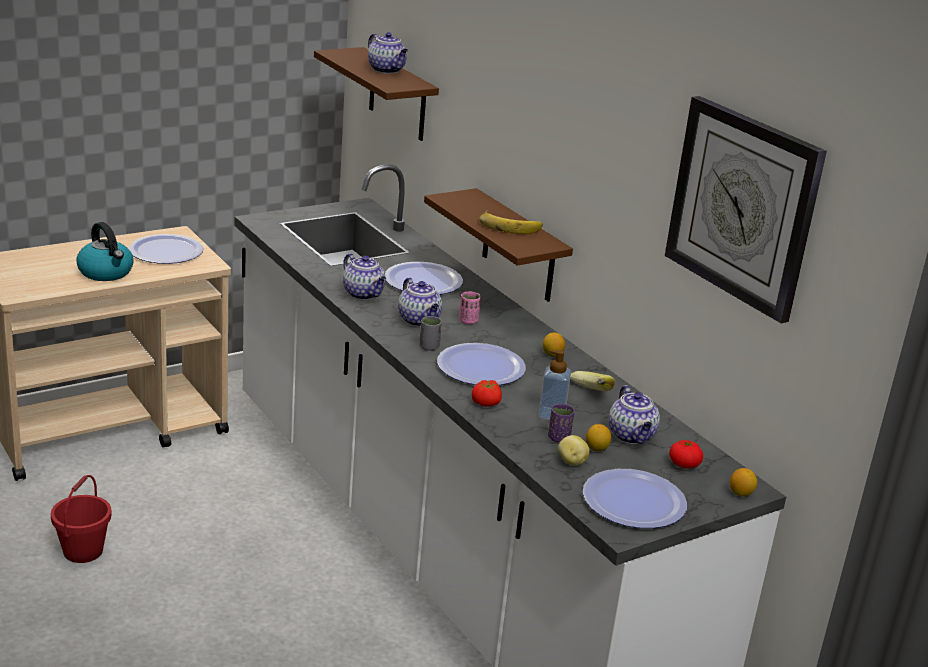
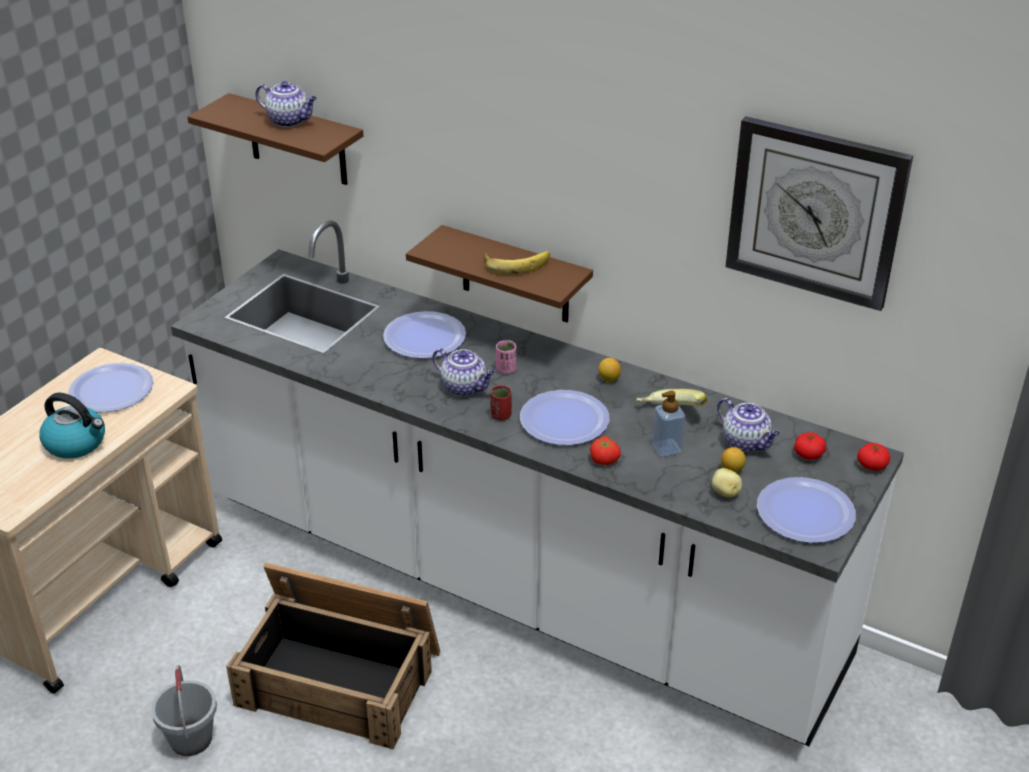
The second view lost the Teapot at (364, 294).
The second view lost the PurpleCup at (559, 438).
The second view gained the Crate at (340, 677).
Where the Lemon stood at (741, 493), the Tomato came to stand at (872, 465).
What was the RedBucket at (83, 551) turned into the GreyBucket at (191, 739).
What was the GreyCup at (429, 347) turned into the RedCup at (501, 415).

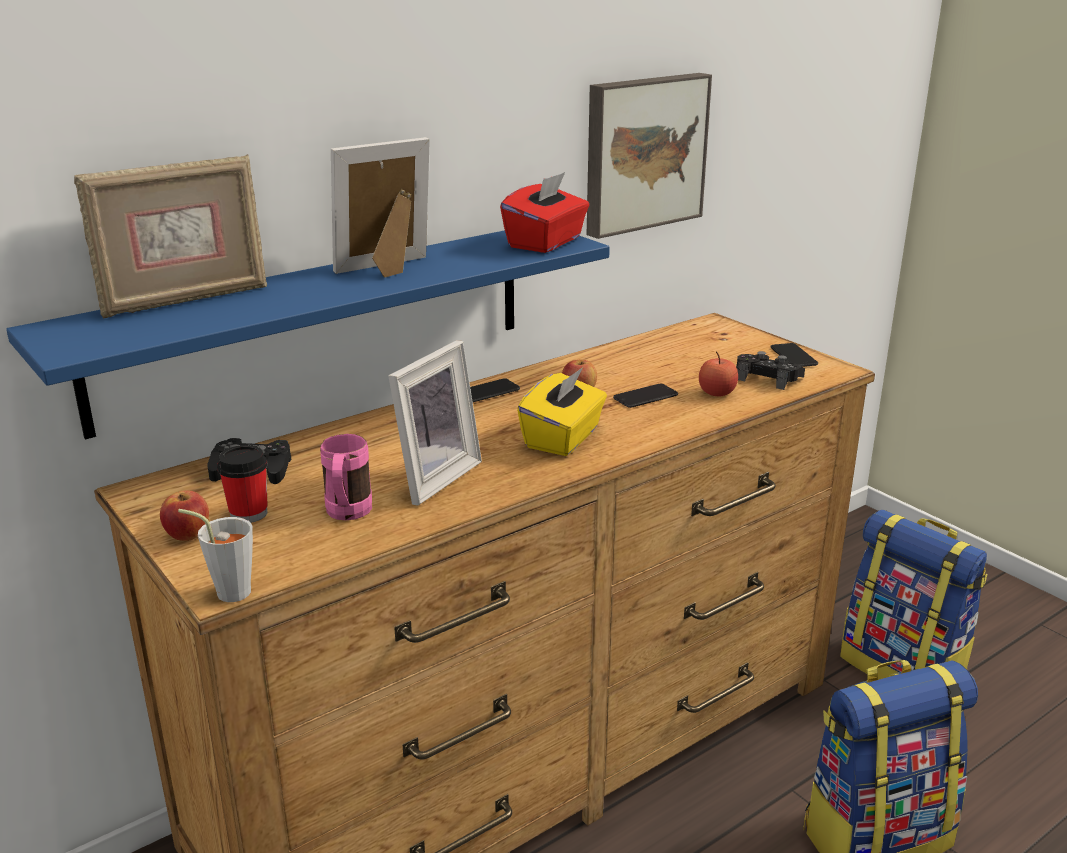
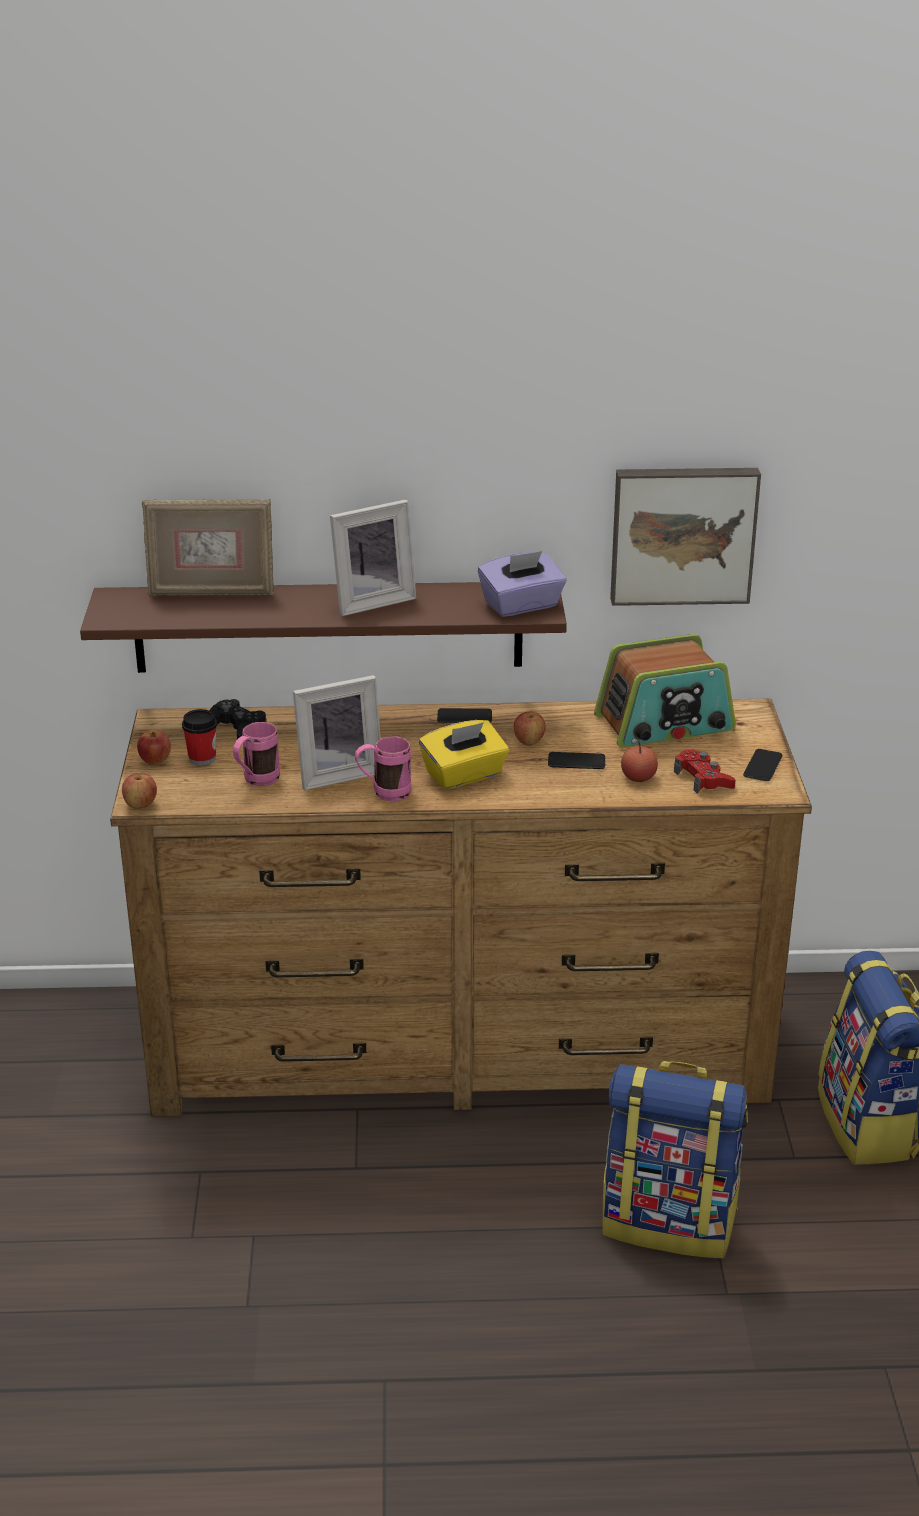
The second view gained the PinkMug at (383, 793).
The second view gained the Radio at (665, 724).
Where the GreyCup stood at (227, 591), the Apple came to stand at (140, 805).
What was the BlueShelf at (318, 323) turned into the BrownShelf at (328, 626).
What was the RedTissueBox at (546, 243) turned into the PurpleTissueBox at (522, 605).
What was the BlackGameController at (768, 378) turned into the RedGameController at (703, 779).
The PictureFrame at (389, 269) ended up facing another way, 150 degrees clockwise from before.

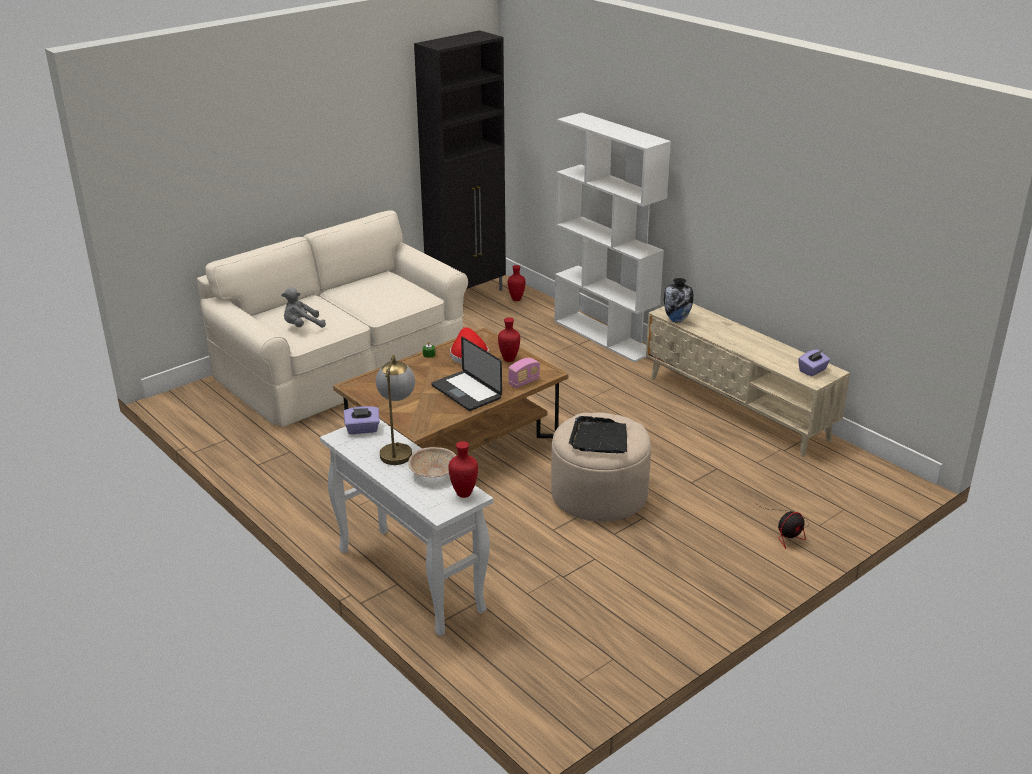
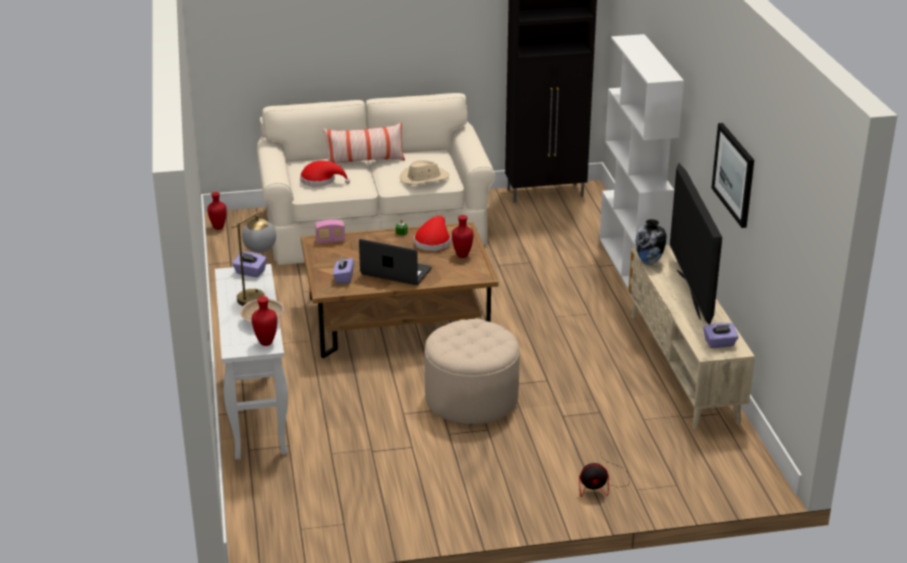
The second view lost the BlackTray at (599, 438).
The second view gained the Pillow at (365, 161).
The second view gained the PurpleTissueBox at (343, 278).
The second view gained the BeigeHat at (424, 178).
The second view gained the Television at (689, 294).
The second view gained the Picture at (734, 174).
The RedVase ended up elsewhere, having gone from (517, 299) to (219, 228).
The Radio ended up elsewhere, having gone from (524, 382) to (330, 241).
Where the GreyPlushToy stood at (302, 326), the RedHat came to stand at (321, 180).
The Laptop at (466, 392) ended up facing another way, 120 degrees clockwise from before.

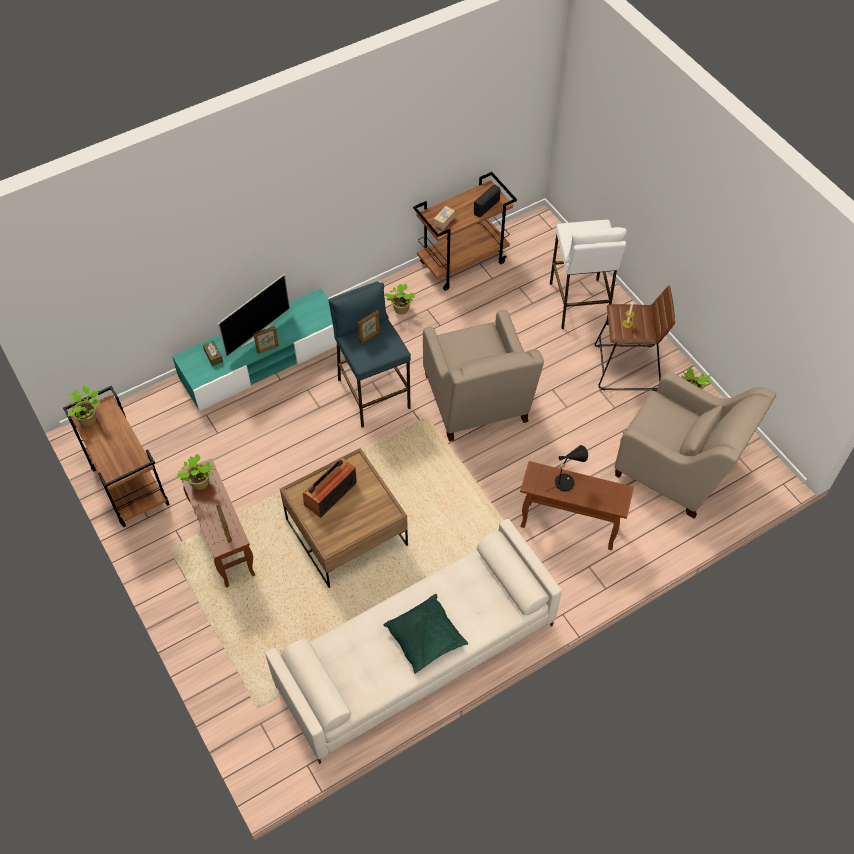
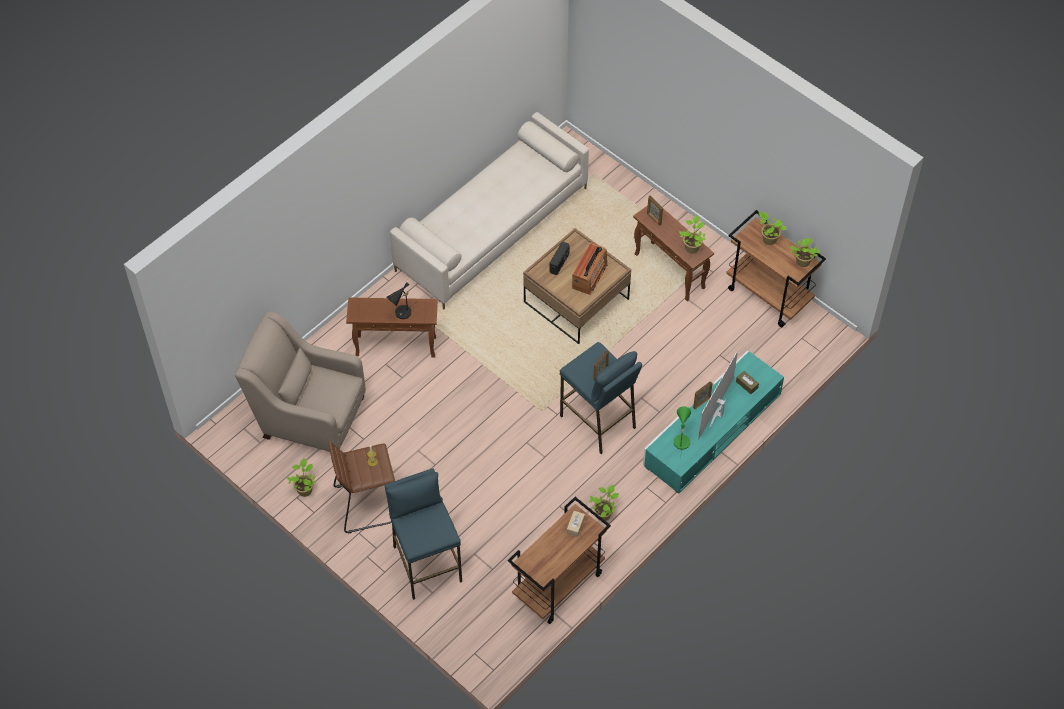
The second view lost the GreenPillow at (425, 638).
The second view lost the BeigeArmchair at (476, 401).
The second view gained the GreenTableLamp at (681, 440).
The second view gained the PottedPlant at (768, 239).
The Radio ended up elsewhere, having gone from (486, 207) to (559, 263).
What was the WhiteStool at (579, 304) turned into the BlueStool at (427, 563).

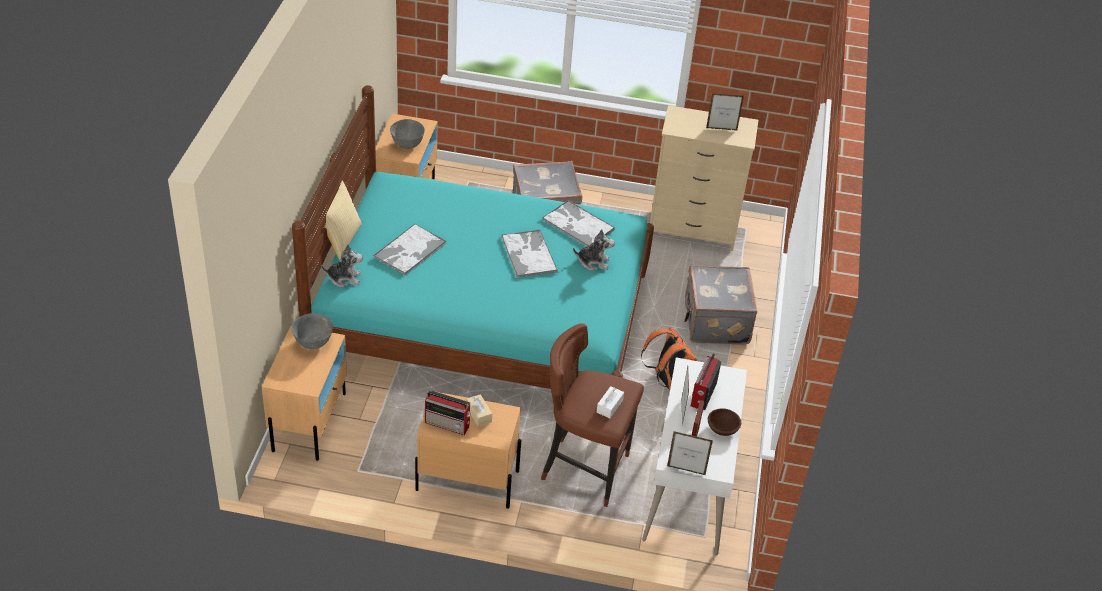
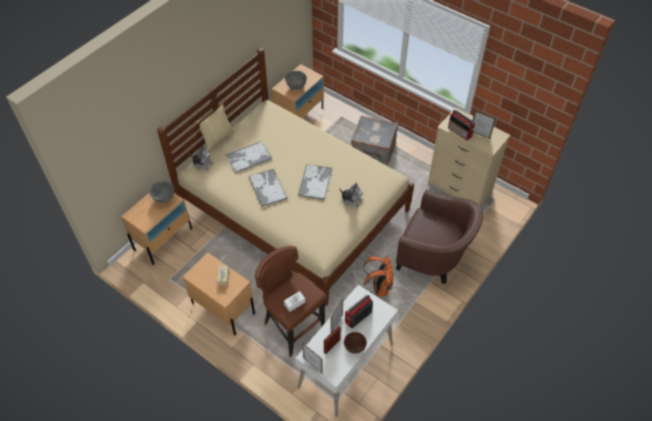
The Radio ended up elsewhere, having gone from (448, 424) to (460, 132).
The Tray ended up elsewhere, having gone from (577, 224) to (267, 187).
Where the GreySuitcase stood at (715, 322), the BrownArmchair came to stand at (434, 258).
What was the TurquoiseBed at (483, 322) turned into the BeigeBed at (294, 210).

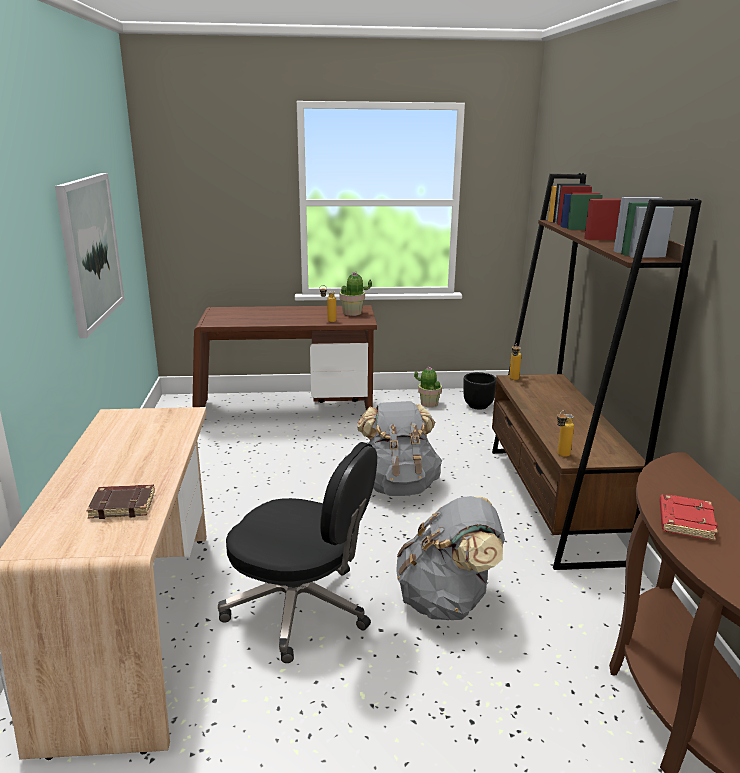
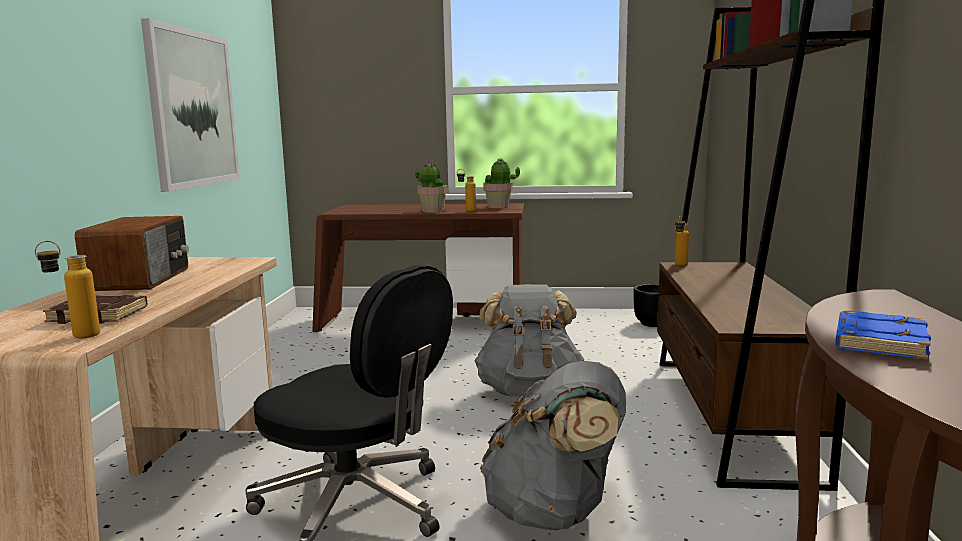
The second view gained the Radio at (141, 279).
The PottedPlant ended up elsewhere, having gone from (429, 403) to (432, 211).
The Bottle ended up elsewhere, having gone from (560, 456) to (75, 337).
What was the RedBook at (684, 521) turned into the BlueBook at (878, 342).

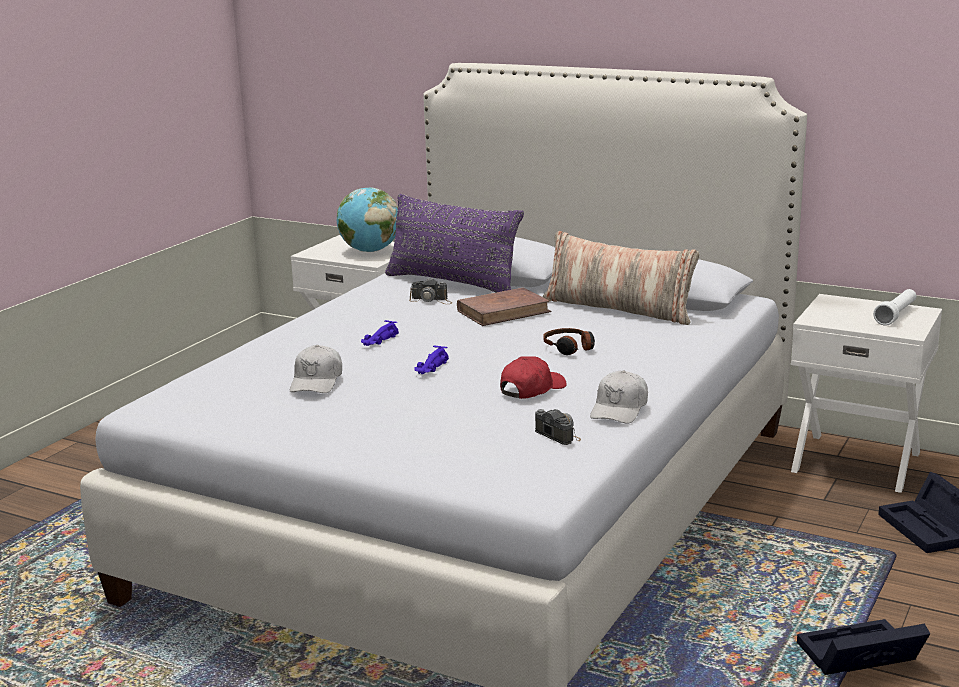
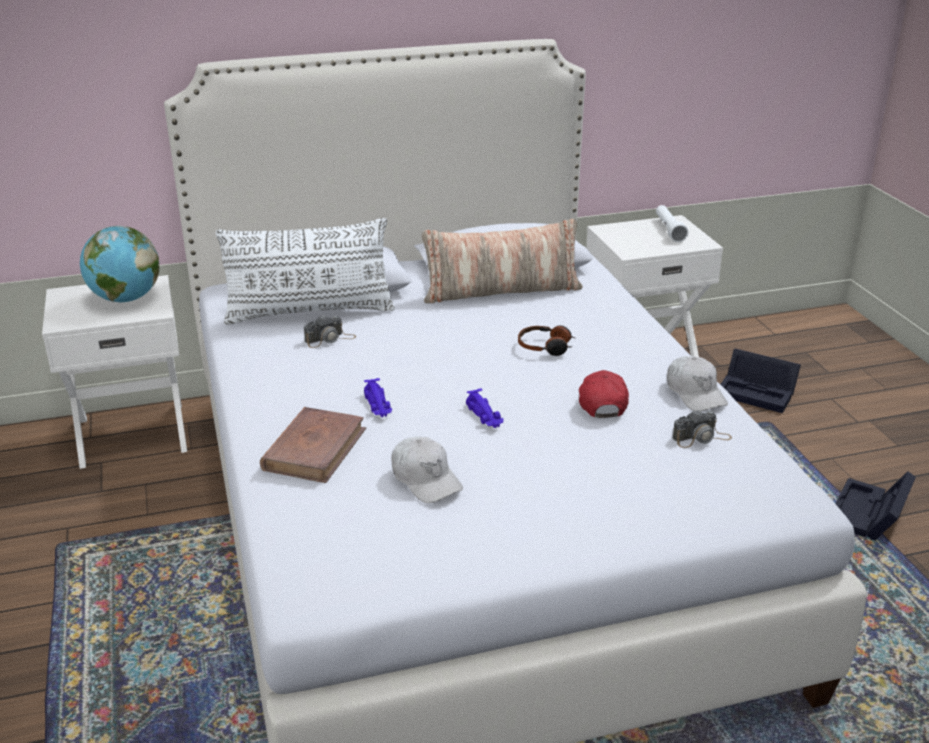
The BrownBook ended up elsewhere, having gone from (503, 312) to (314, 449).
What was the PurplePillow at (452, 283) turned into the WhitePillow at (310, 312).
The PhotoCamera at (556, 433) ended up facing another way, 150 degrees clockwise from before.

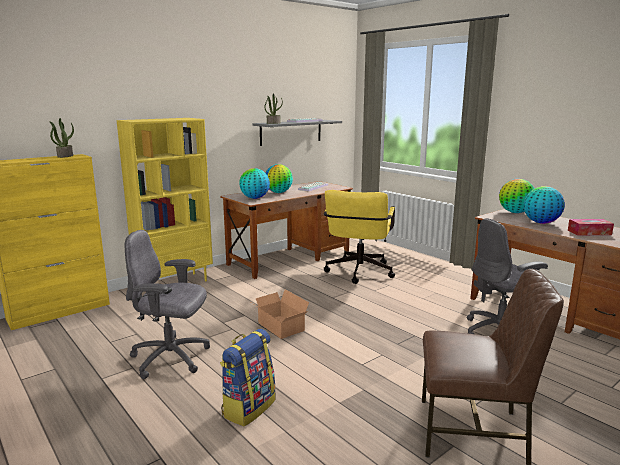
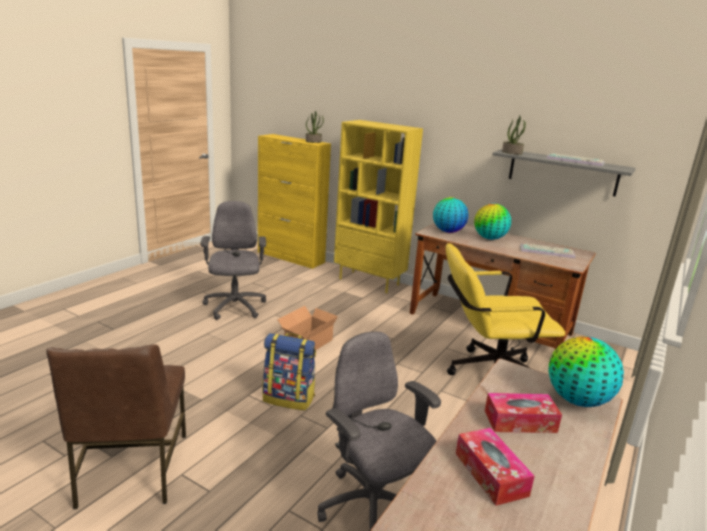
The Backpack ended up elsewhere, having gone from (248, 407) to (289, 398).
Where the Globe stood at (541, 222), the TissueBox came to stand at (520, 421).

